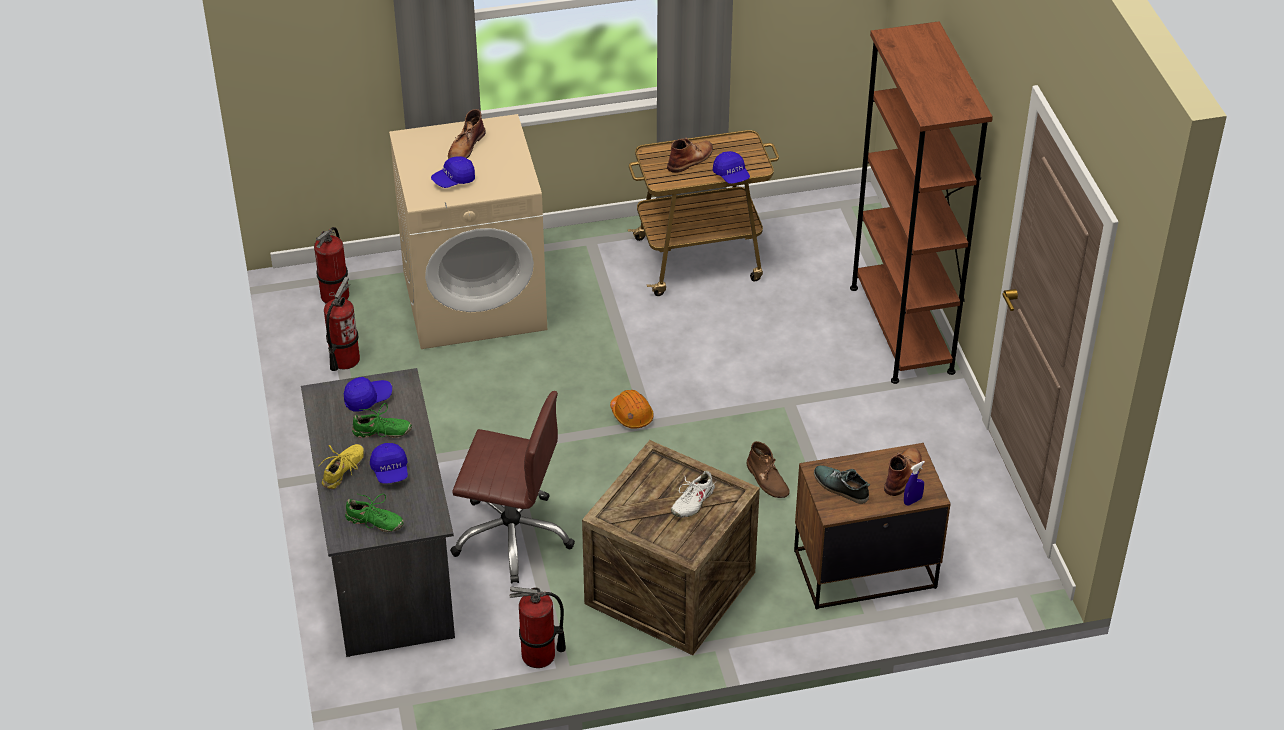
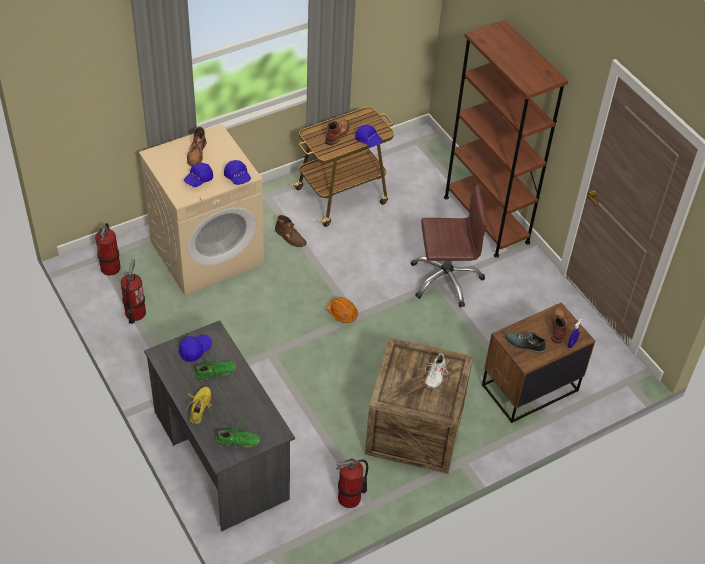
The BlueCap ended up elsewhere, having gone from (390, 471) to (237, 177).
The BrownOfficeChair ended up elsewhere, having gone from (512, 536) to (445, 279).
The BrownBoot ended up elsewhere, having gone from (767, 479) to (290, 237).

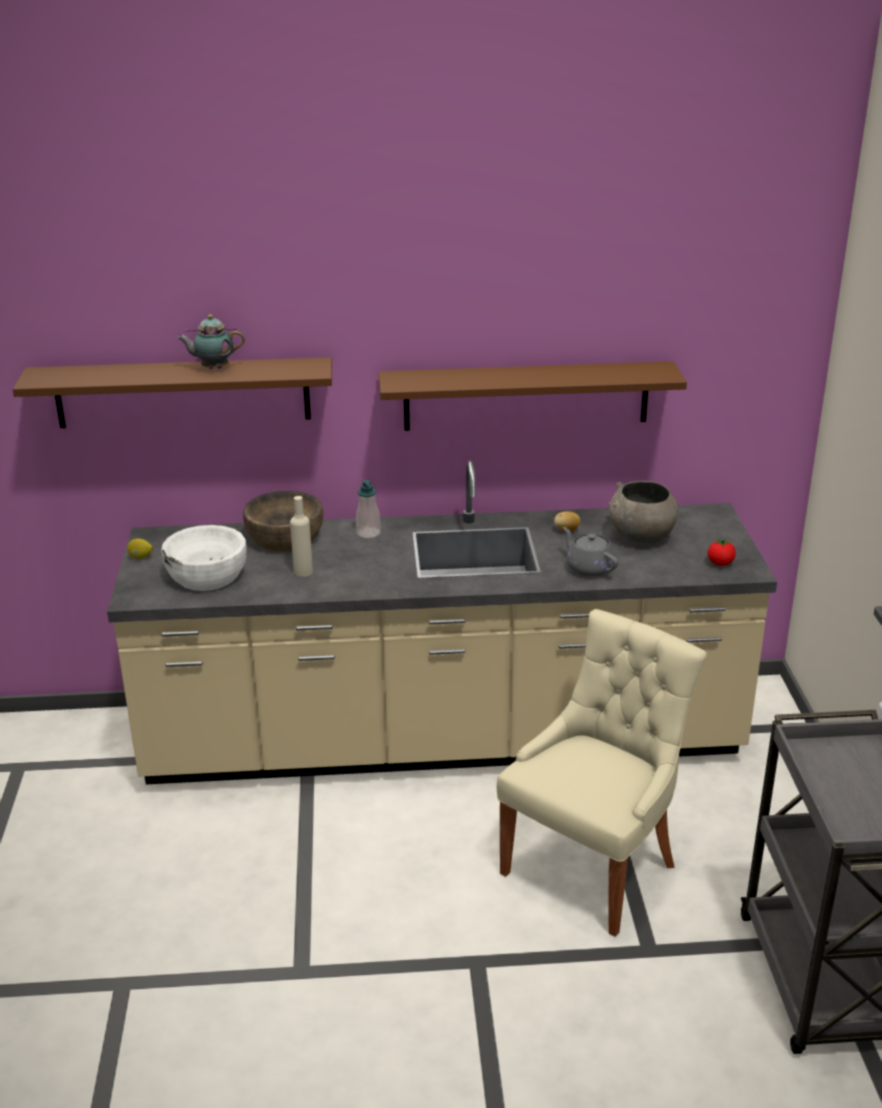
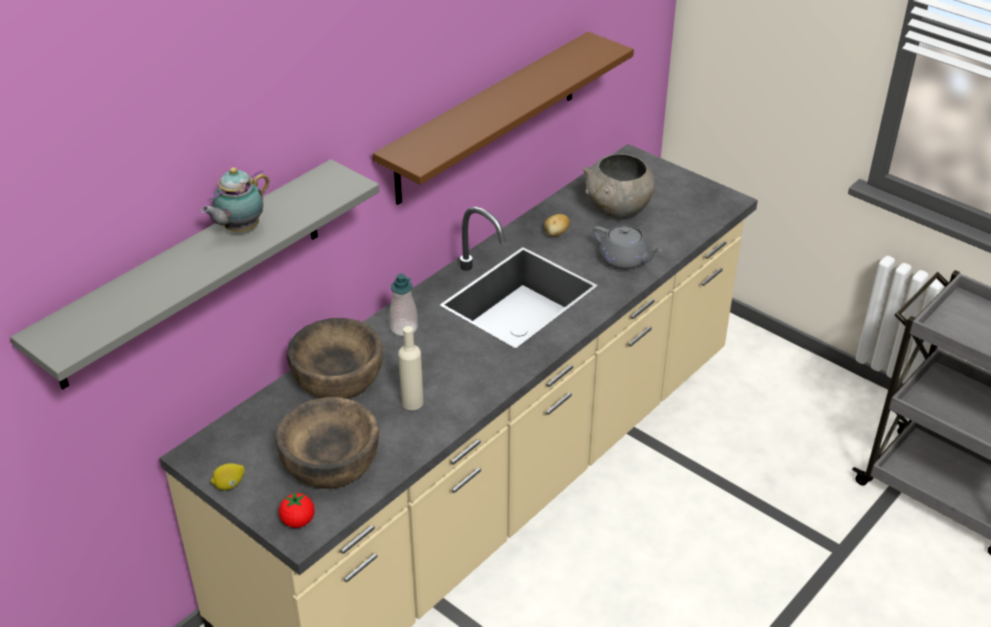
The second view lost the BeigeChair at (593, 866).
The Tomato ended up elsewhere, having gone from (720, 563) to (298, 521).
What was the BrownShelf at (183, 392) turned into the GreyShelf at (191, 273).
What was the WhiteBowl at (207, 575) turned into the BrownBowl at (331, 462).
The GreyTeapot at (589, 567) ended up facing another way, 150 degrees counterclockwise from before.

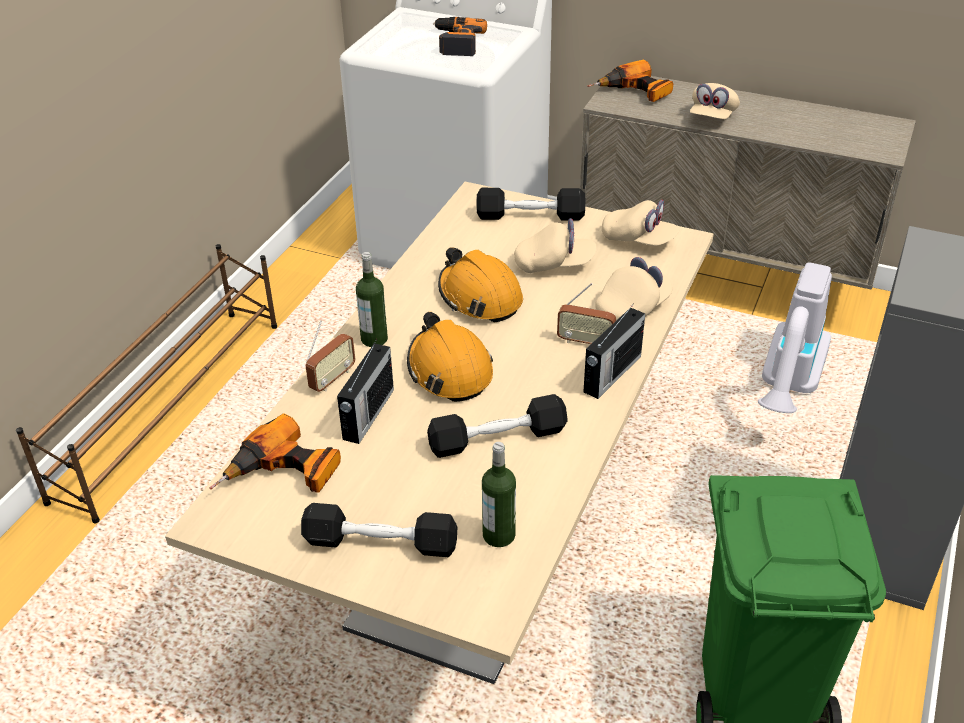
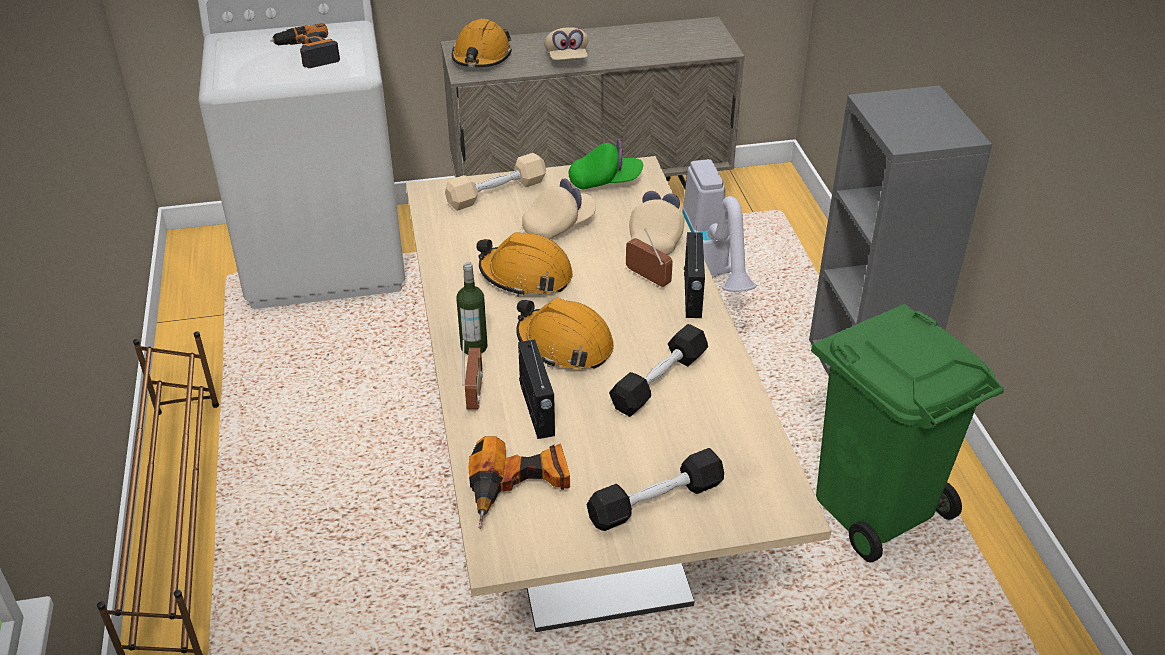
The second view lost the Bottle at (499, 535).
Where the PowerDrill stood at (634, 93), the OrangeHardHat came to stand at (481, 57).
What was the BlackDumbbell at (530, 216) turned into the BeigeDumbbell at (496, 192).
What was the BeigeCap at (639, 240) turned into the GreenCap at (605, 181).
The Radio at (585, 342) ended up facing another way, 120 degrees counterclockwise from before.

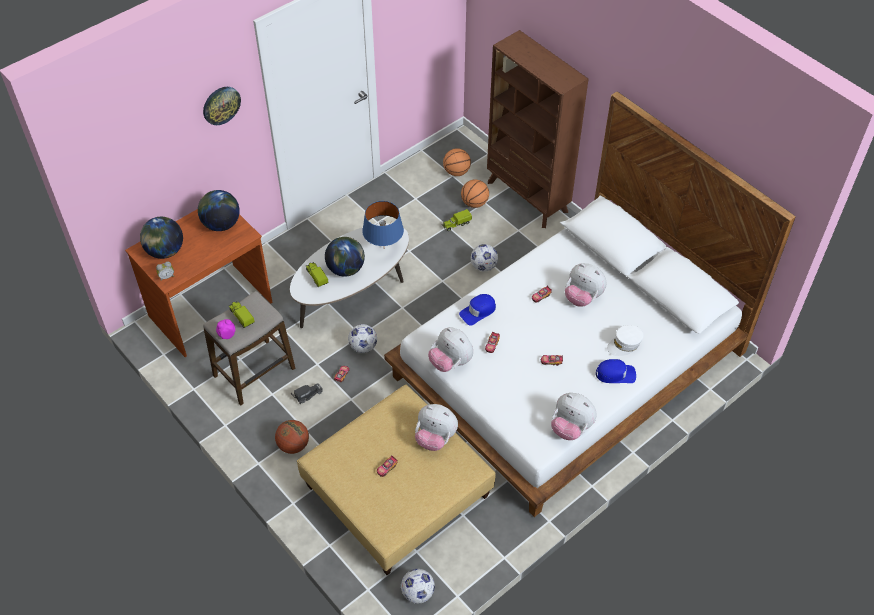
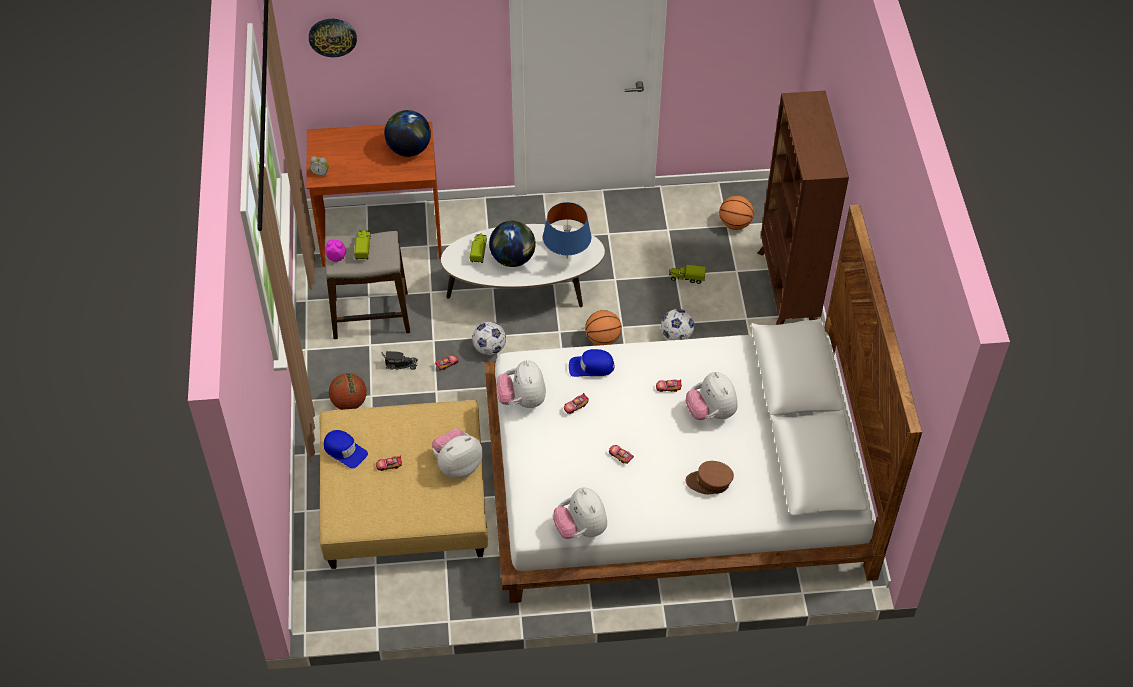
The second view lost the Globe at (165, 251).
The second view lost the Football at (417, 592).
The WallClock ended up elsewhere, having gone from (221, 105) to (332, 36).
The Basketball ended up elsewhere, having gone from (474, 203) to (603, 339).
The BlueCap ended up elsewhere, having gone from (615, 374) to (344, 451).
What was the WhiteCap at (624, 344) turned into the BrownCap at (709, 482).
The PlushToy at (435, 438) ended up facing another way, 90 degrees clockwise from before.

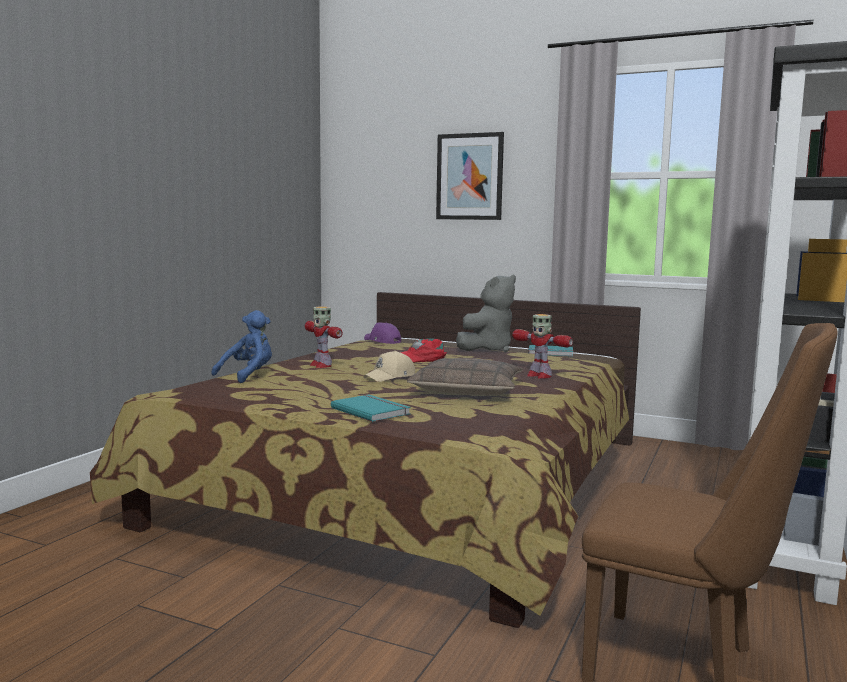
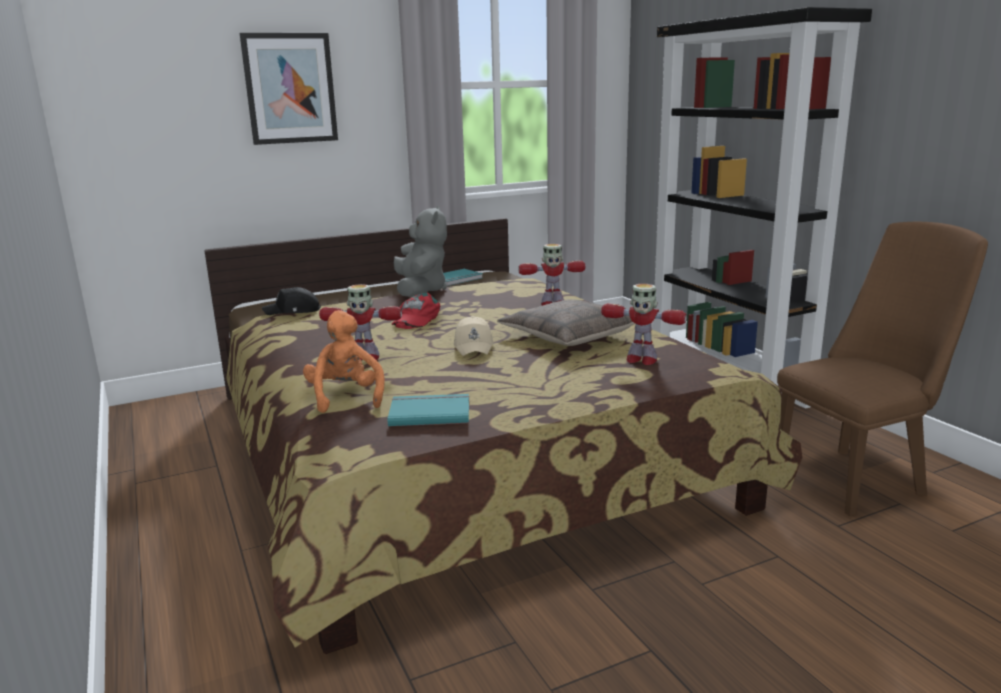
The second view gained the ToyRobot at (640, 359).
The TurquoiseBook ended up elsewhere, having gone from (371, 410) to (429, 412).
What was the BluePlushToy at (248, 375) turned into the OrangePlushToy at (346, 397).
What was the PurpleCap at (382, 341) turned into the BlackCap at (293, 311).

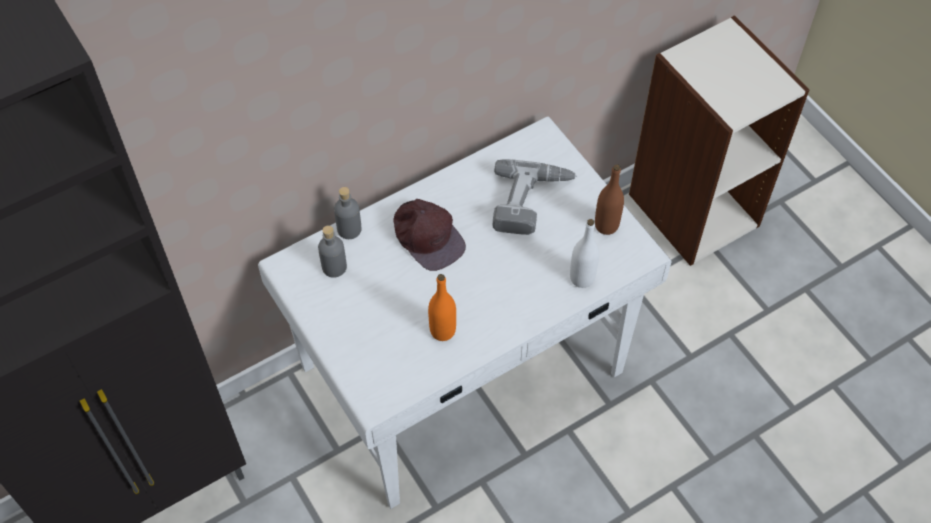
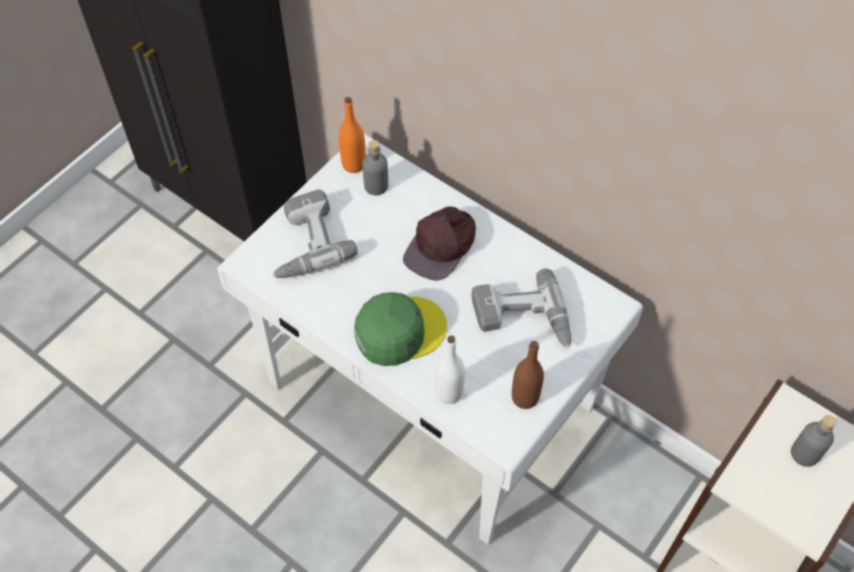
The second view gained the PowerDrill at (304, 243).
The second view gained the GreenCap at (399, 331).
The GreyBottle ended up elsewhere, having gone from (349, 229) to (805, 453).
The OrangeBottle ended up elsewhere, having gone from (442, 331) to (353, 164).

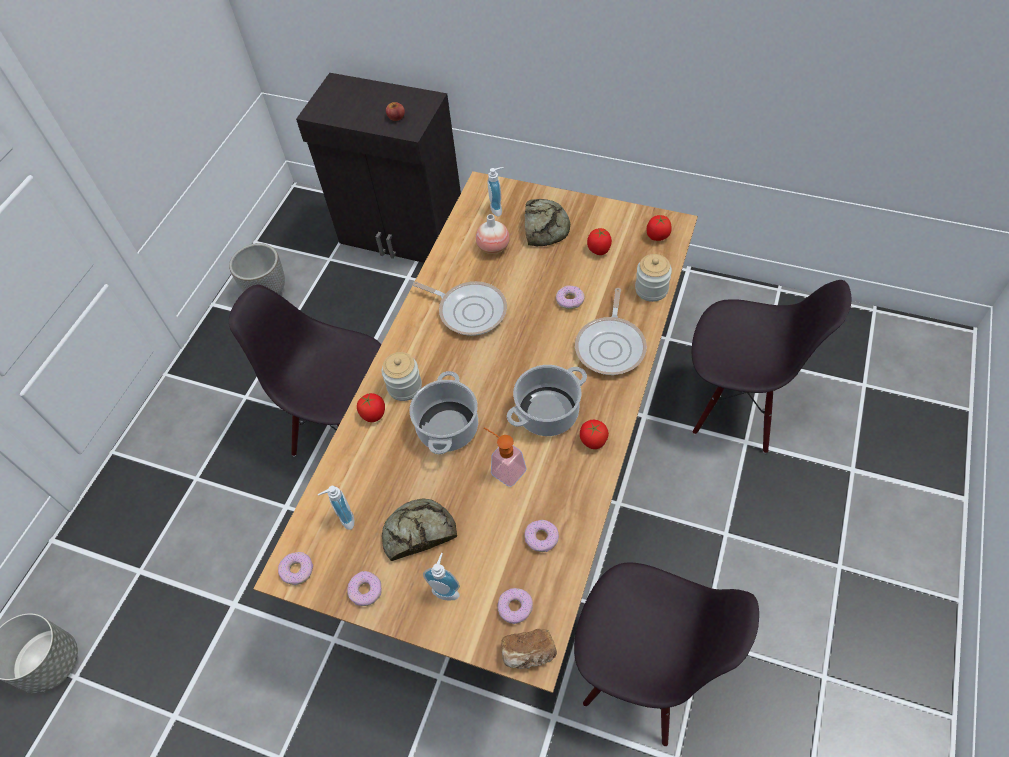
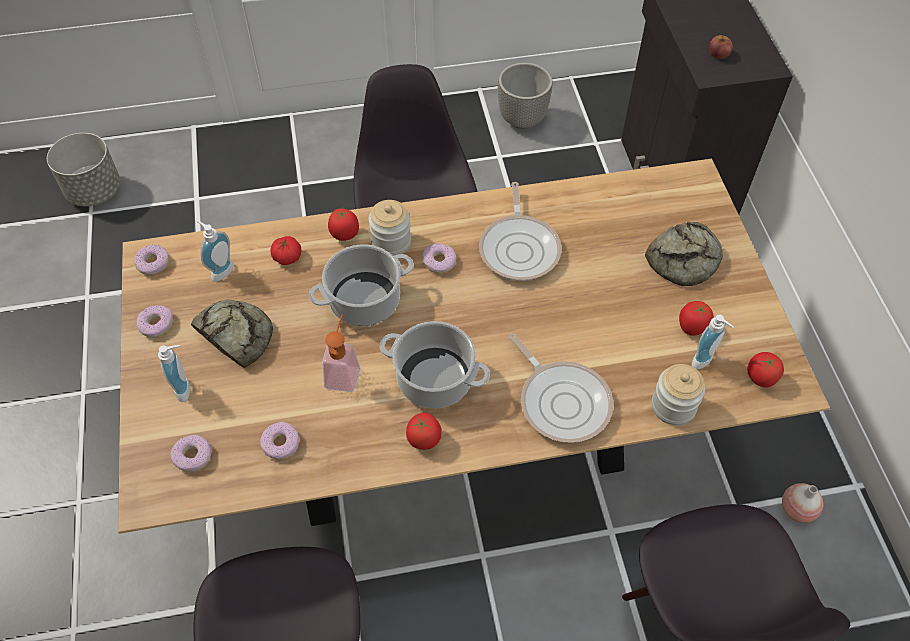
The second view lost the Bread at (529, 654).
The second view gained the Tomato at (287, 257).
The Vase ended up elsewhere, having gone from (493, 247) to (797, 509).
The SoapDispenser ended up elsewhere, having gone from (498, 208) to (705, 361).
The Donut ended up elsewhere, having gone from (569, 300) to (439, 261).
The FryingPan at (611, 346) ended up facing another way, 105 degrees counterclockwise from before.

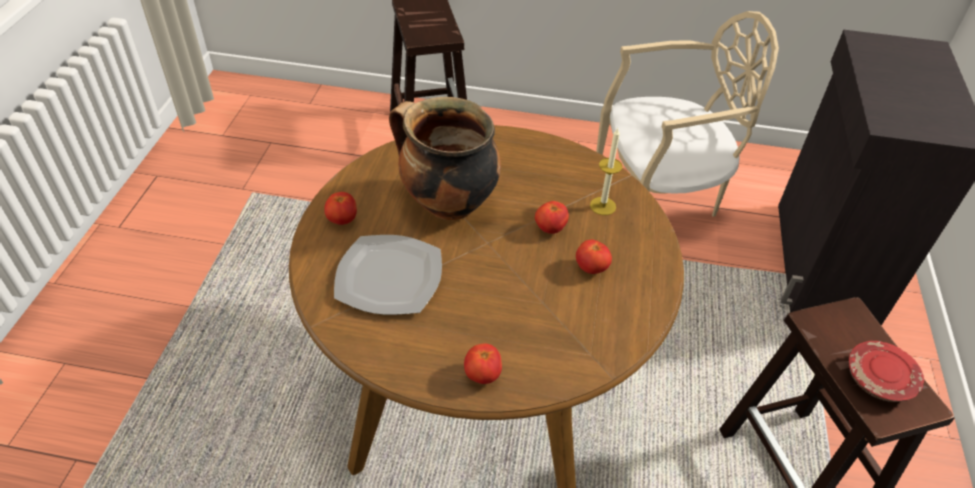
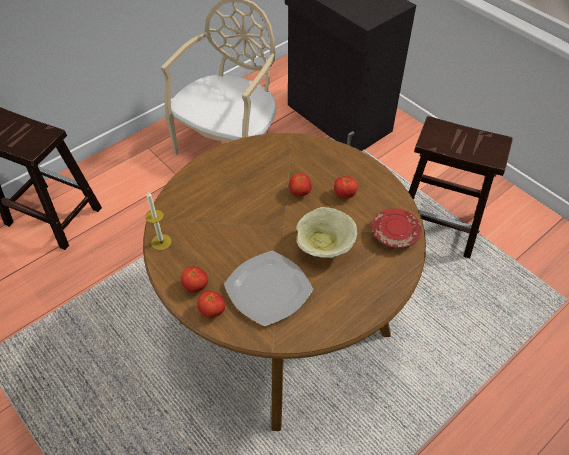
The second view lost the CookingPot at (446, 204).
The second view gained the BeigeBowl at (324, 247).
The Tomato ended up elsewhere, having gone from (482, 375) to (212, 311).
The Candle ended up elsewhere, having gone from (603, 206) to (161, 242).
The RedPlate ended up elsewhere, having gone from (879, 379) to (395, 234).

